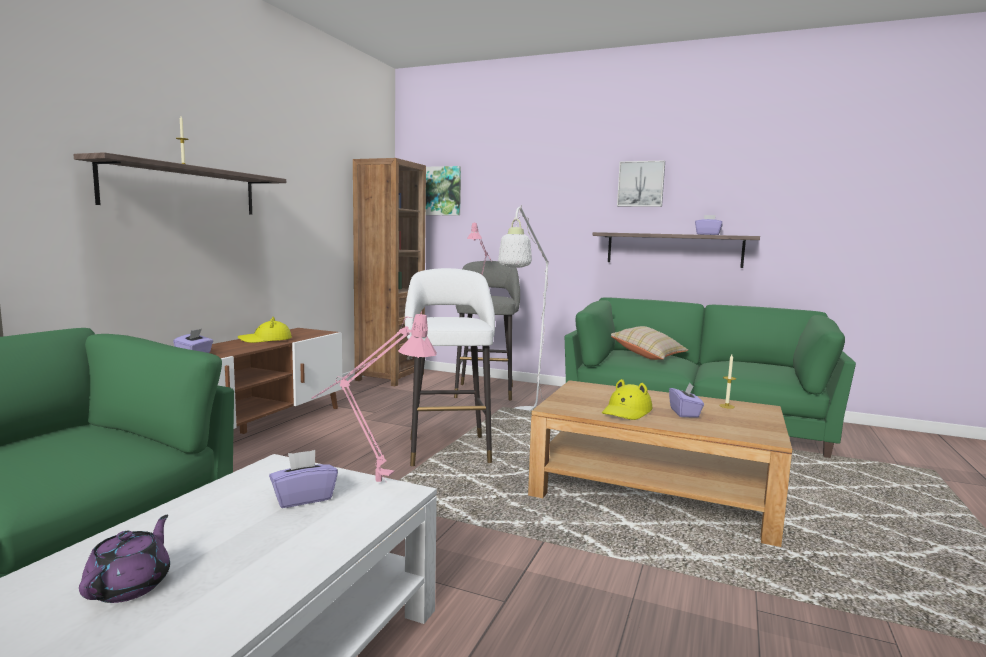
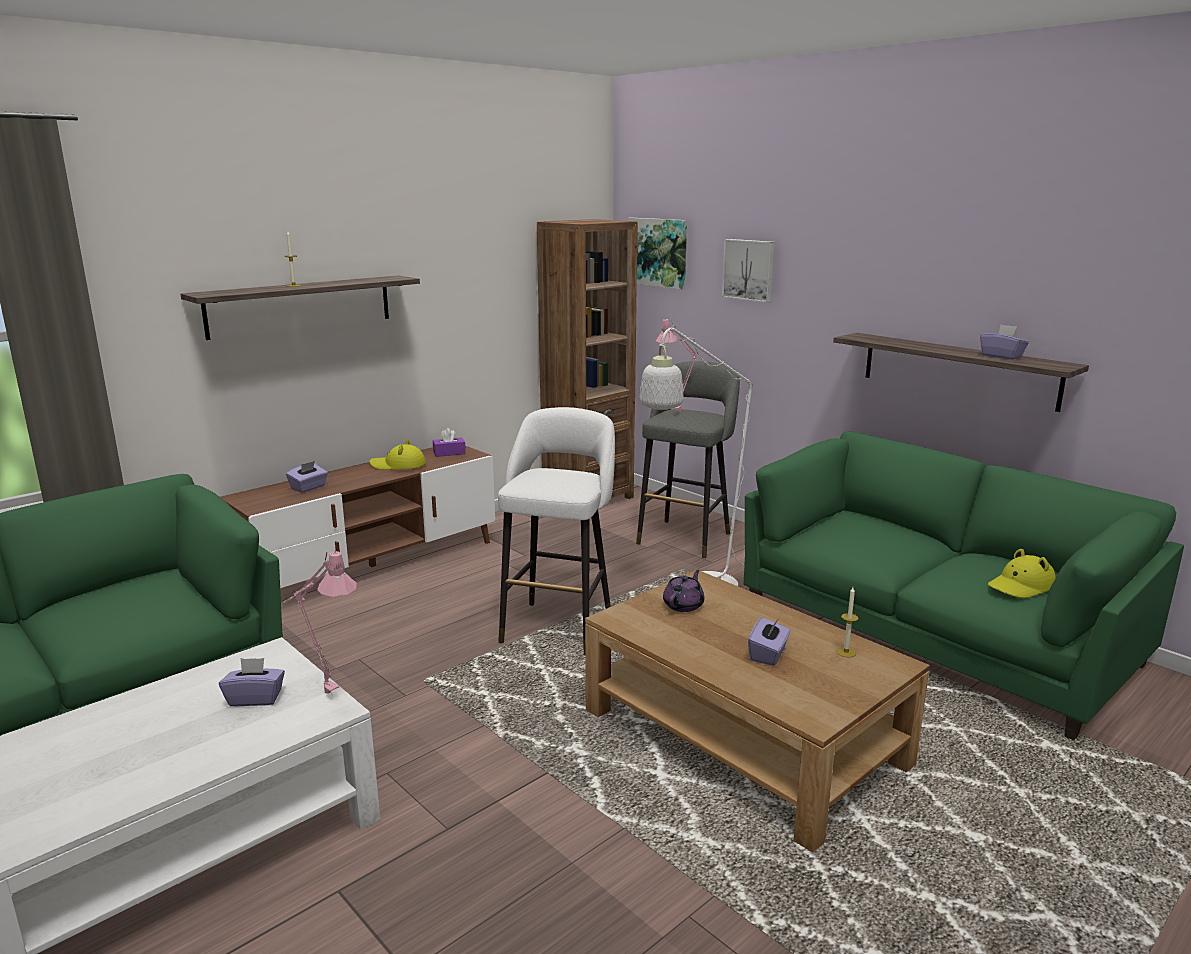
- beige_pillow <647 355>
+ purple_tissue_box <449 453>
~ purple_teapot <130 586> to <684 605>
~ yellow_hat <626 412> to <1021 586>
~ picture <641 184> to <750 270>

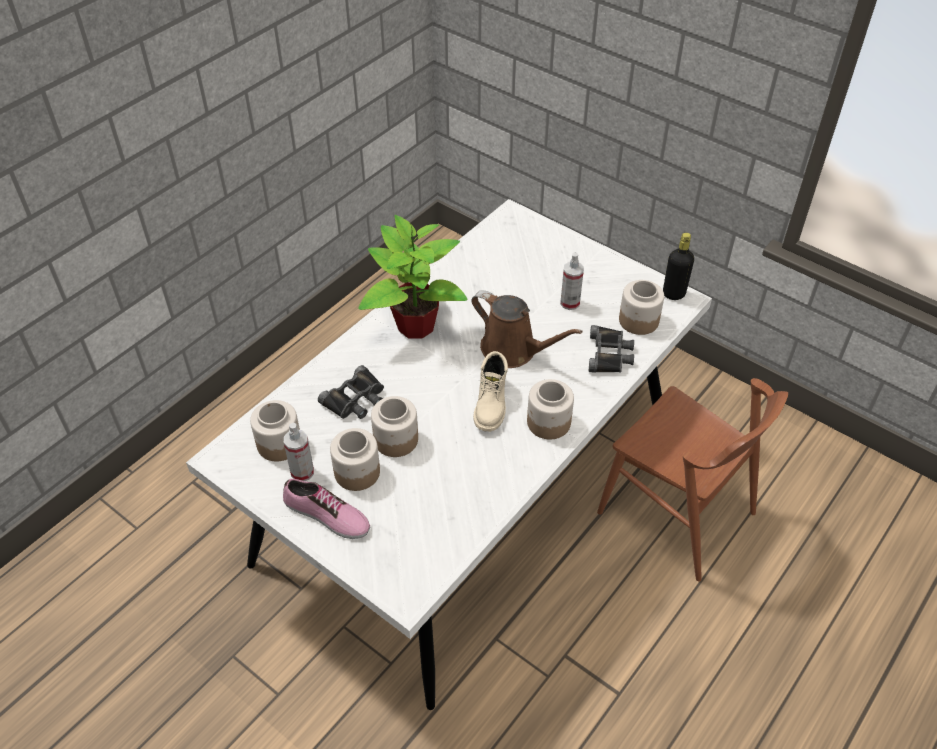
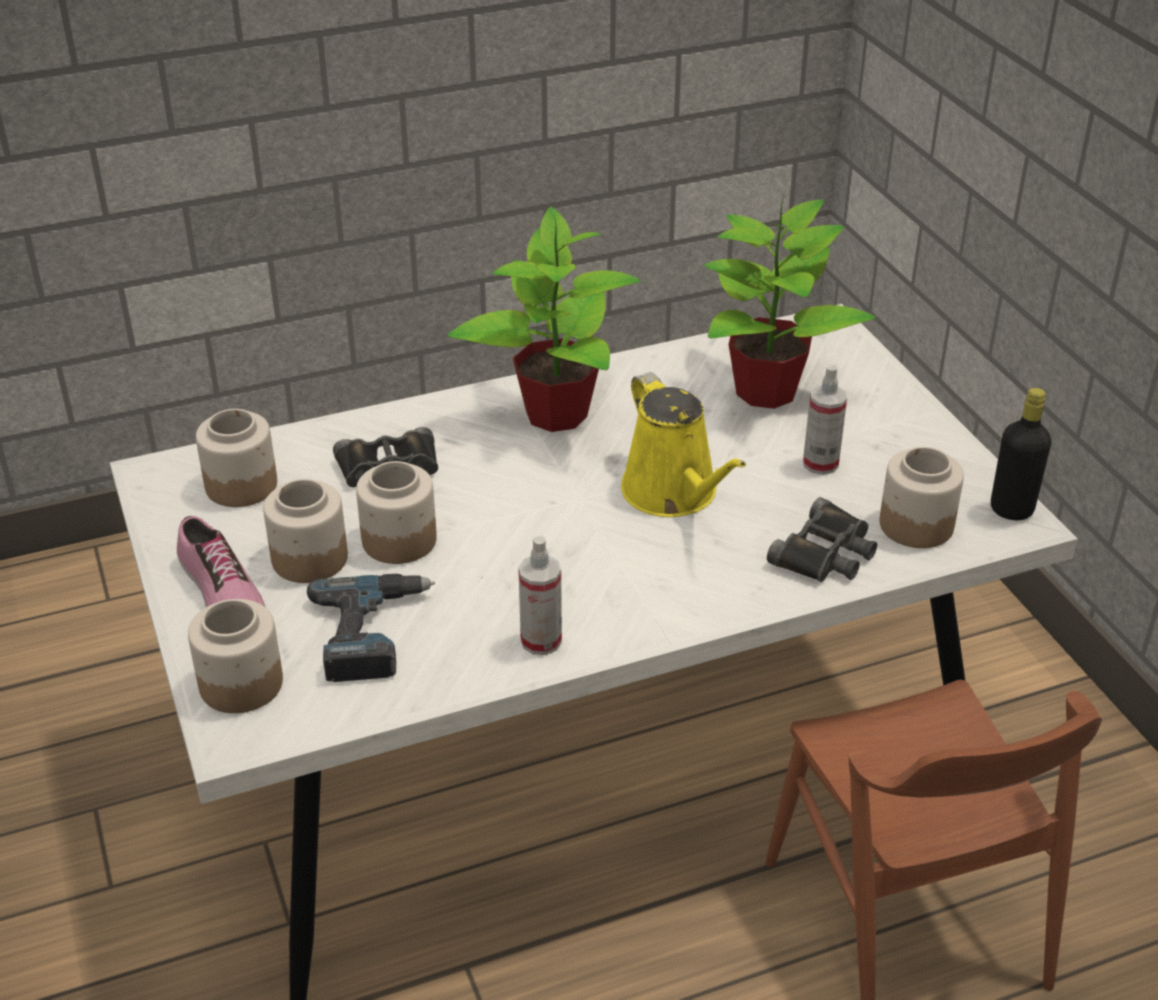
- beige_boot <491 404>
+ power_drill <373 633>
+ potted_plant <767 390>
~ spray_bottle <302 472> to <541 641>
~ jar <548 423> to <240 684>
~ brown_watering_can <513 350> to yellow_watering_can <674 493>

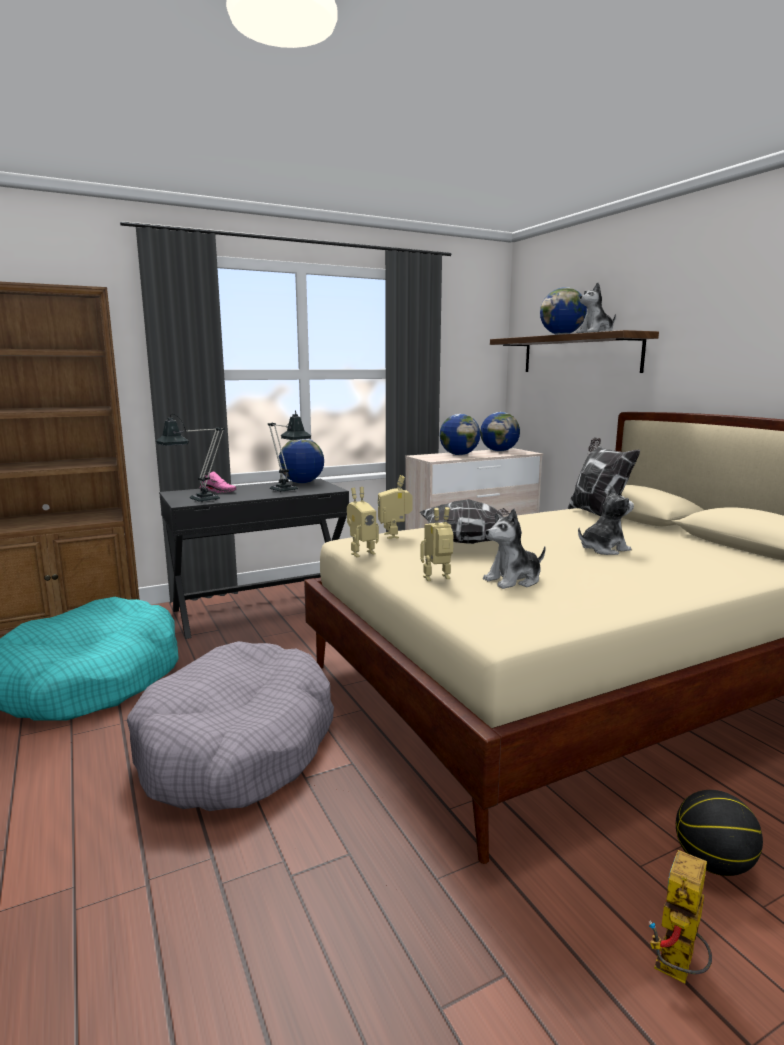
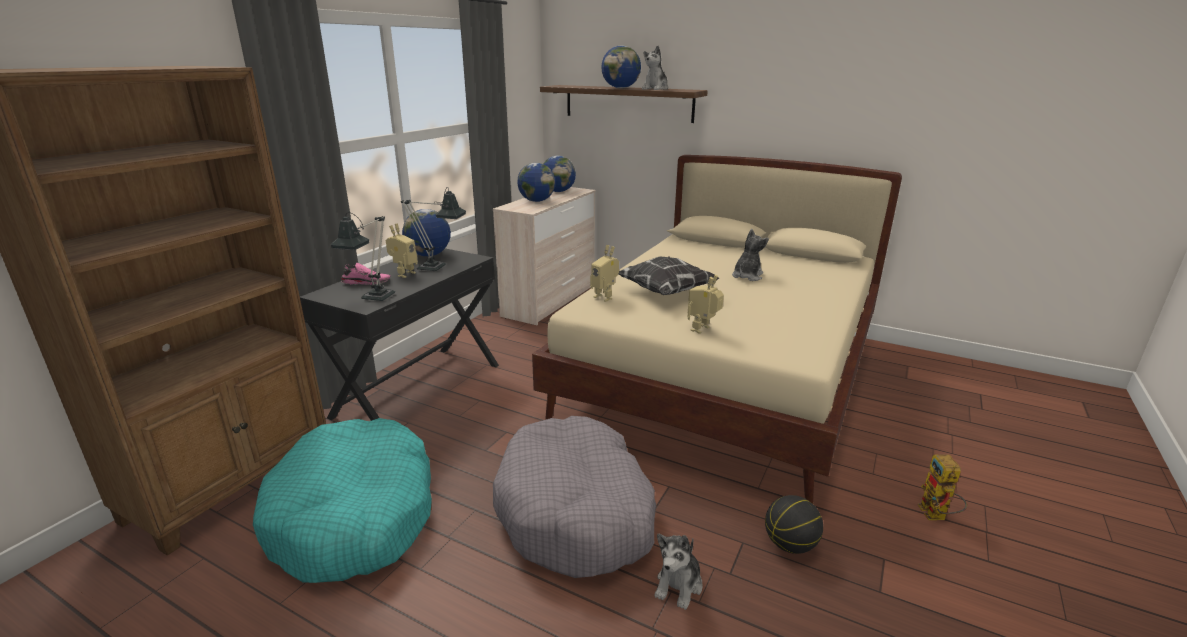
- pillow <597 515>
~ toy_robot <361 553> to <404 274>
~ plush_toy <513 580> to <679 585>
~ basketball <713 864> to <790 545>

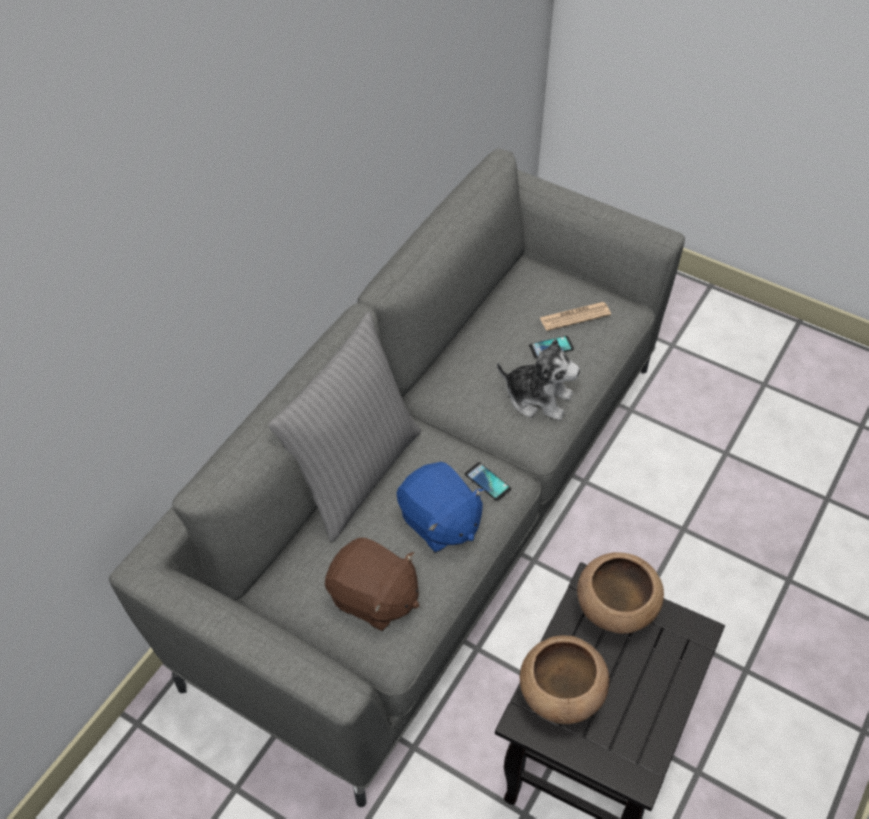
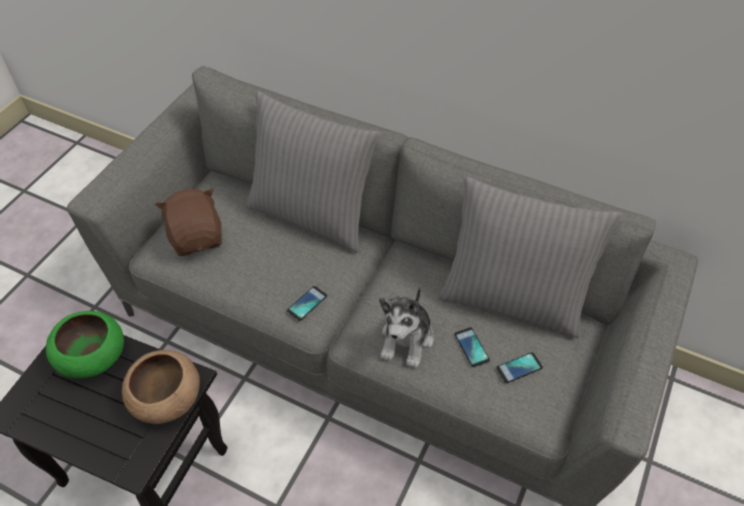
- blue_plush_toy <439 522>
+ grey_pillow <512 299>
~ newspaper <575 317> to phone <519 368>
~ brown_bowl <560 692> to green_bowl <93 356>
~ brown_plush_toy <373 598> = <197 237> 135 degrees clockwise

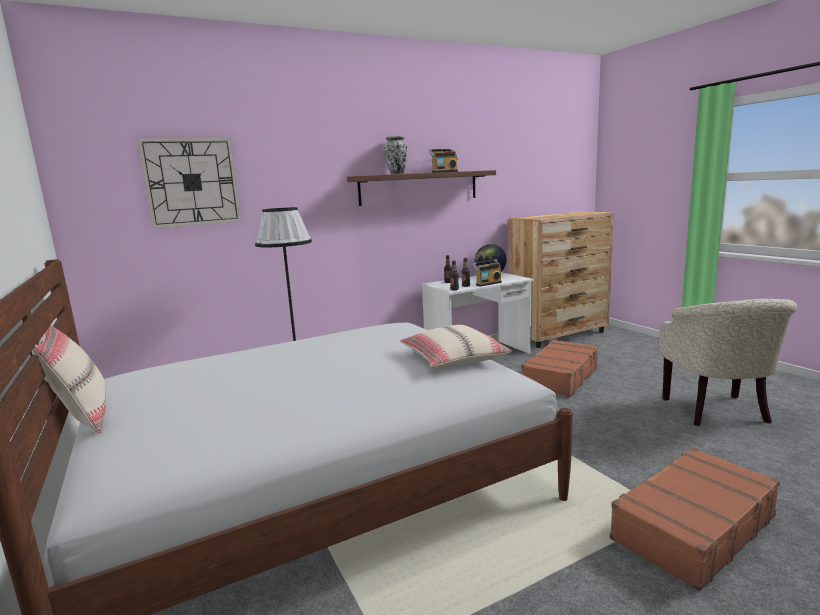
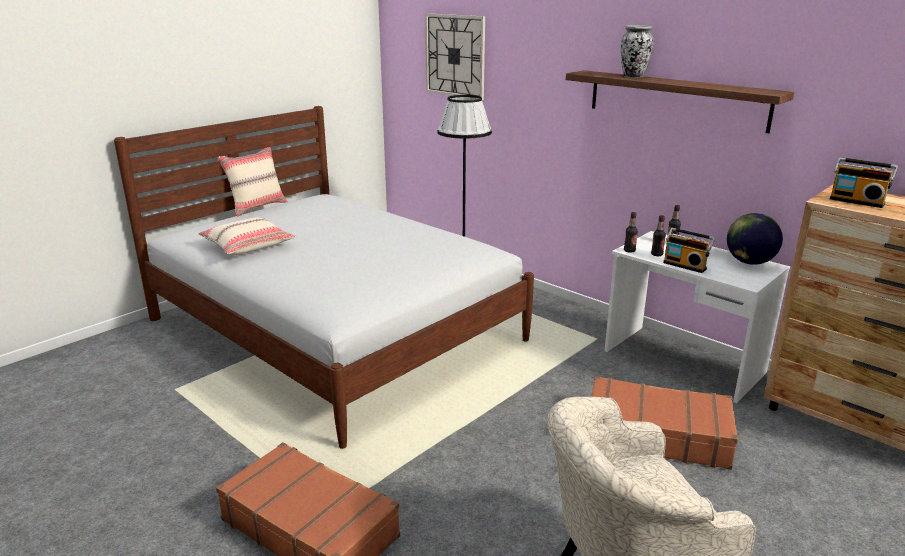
~ beige_pillow <453 358> to <248 245>
~ radio <444 172> to <857 201>

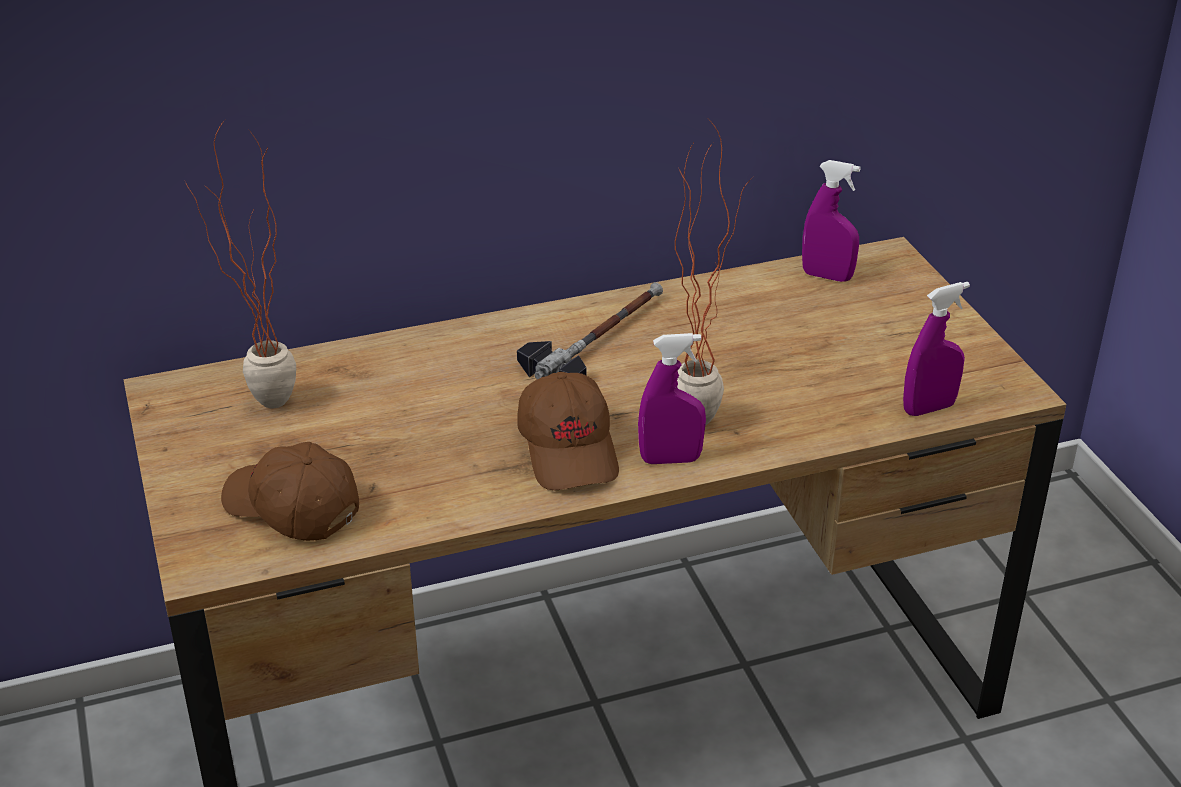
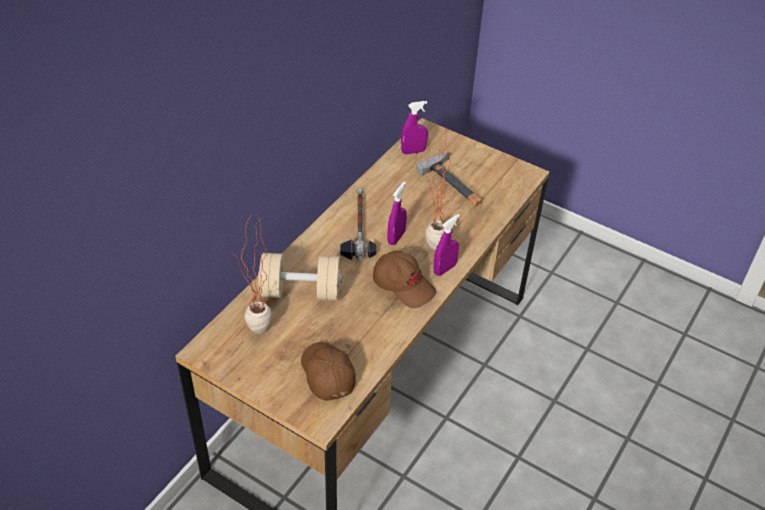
+ beige_dumbbell <301 291>
+ hammer <454 183>
~ purple_spray_bottle <929 408> to <396 238>
~ brown_cap <290 508> = <326 374> 75 degrees clockwise

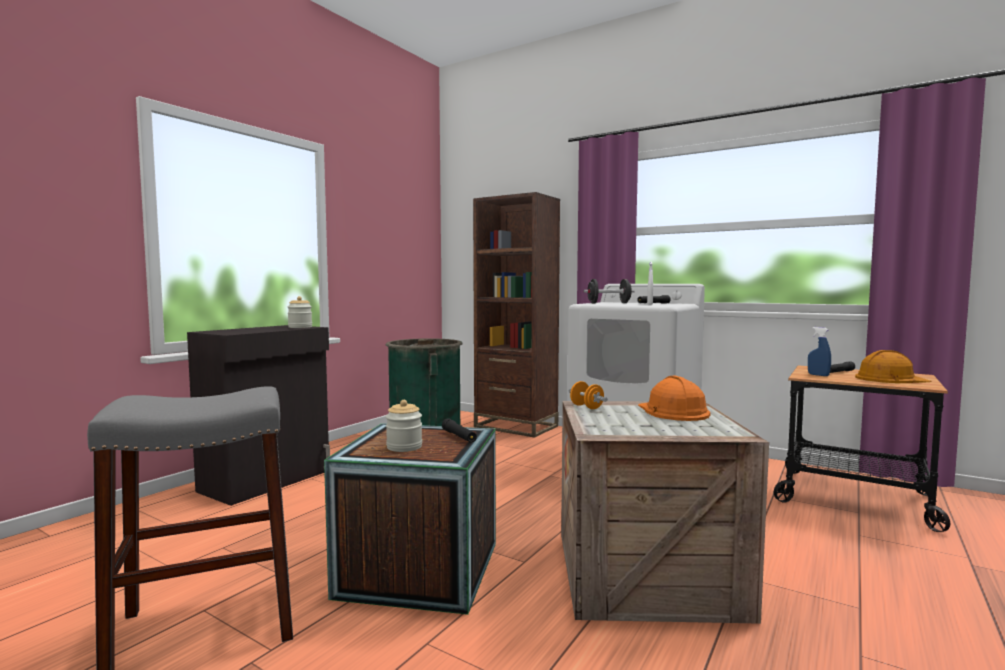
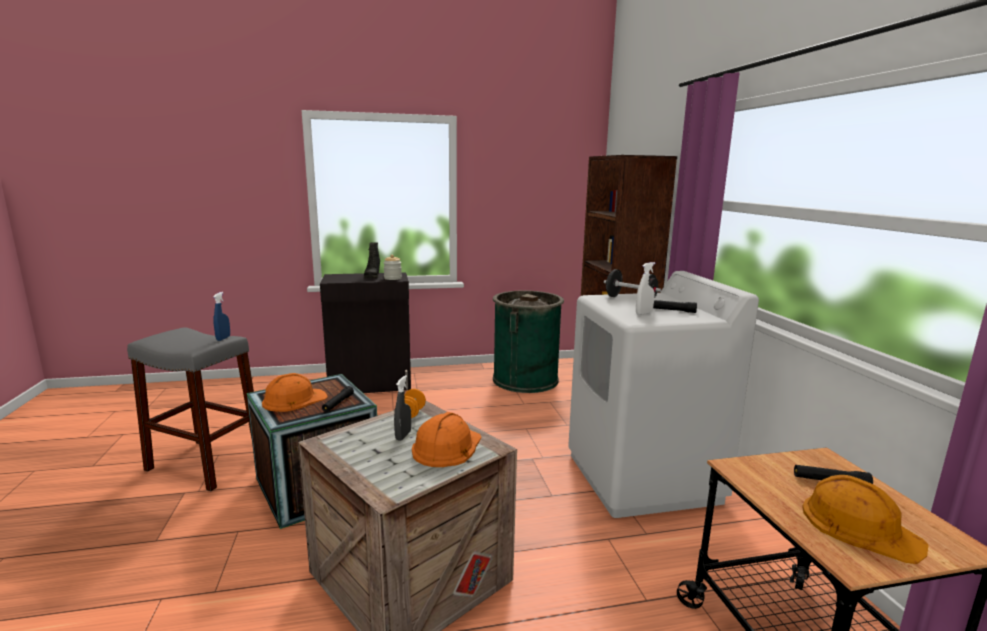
+ black_boot <372 276>
+ grey_spray_bottle <403 435>
~ blue_spray_bottle <818 375> to <223 338>
~ jar <404 447> to orange_hard_hat <294 399>

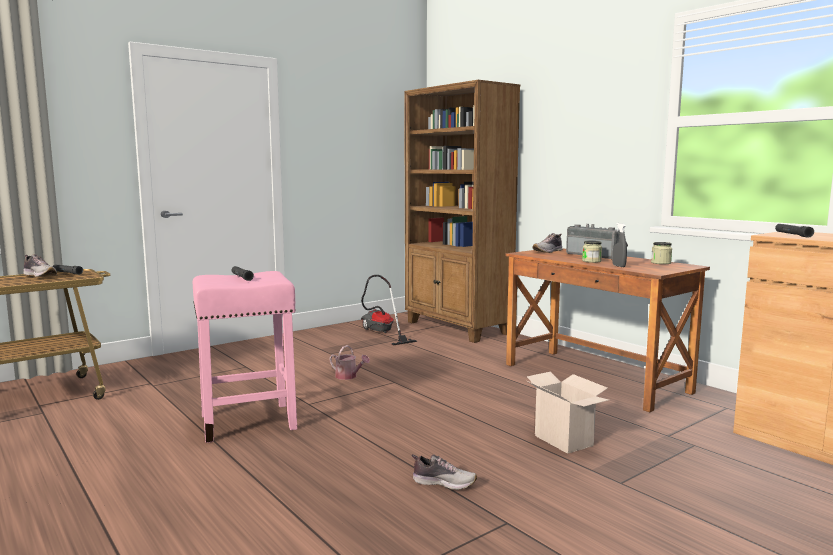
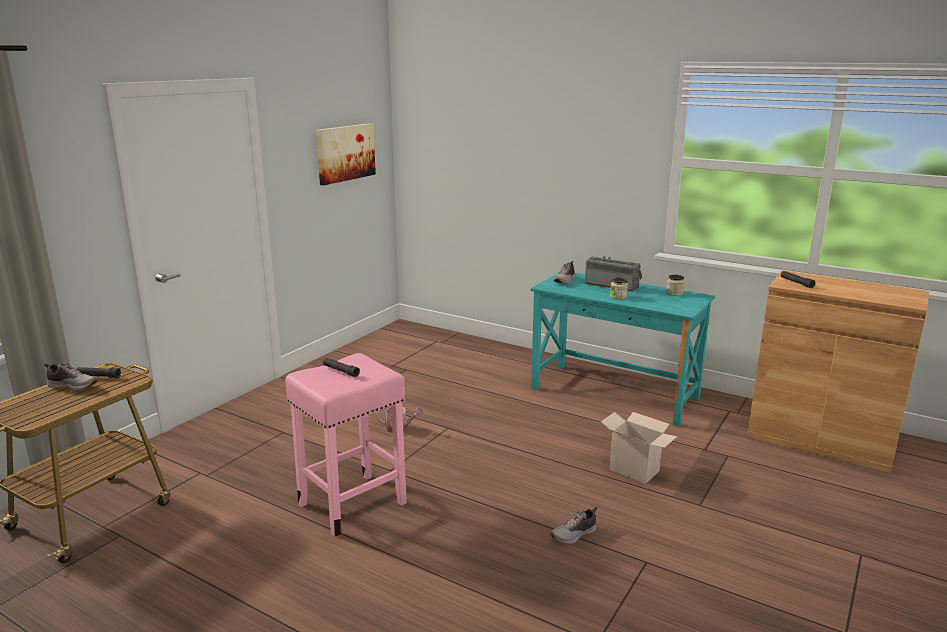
- vacuum_cleaner <381 333>
- brown_bookcase <457 328>
- grey_spray_bottle <618 266>
+ picture <345 153>
~ brown_desk <595 378> to turquoise_desk <614 393>
~ shoe <443 483> = <574 534> 150 degrees clockwise

